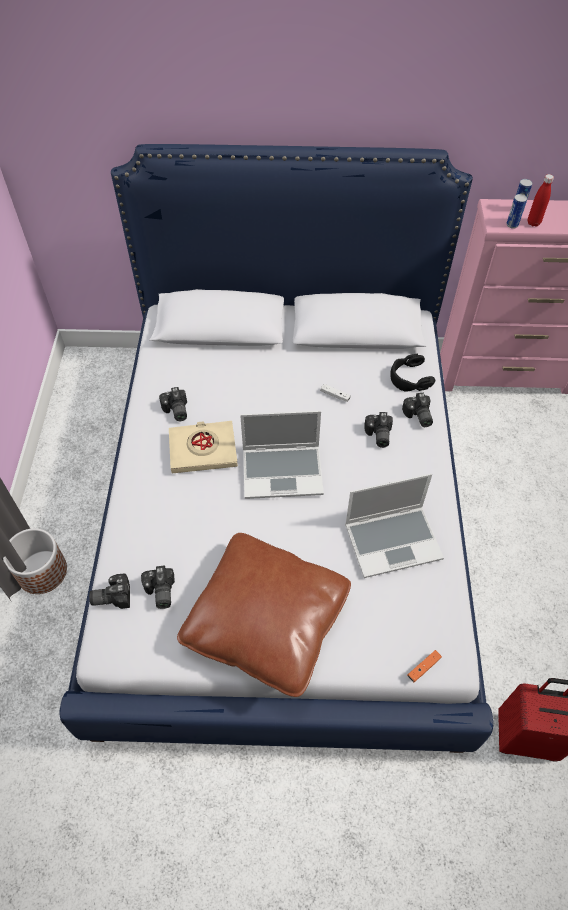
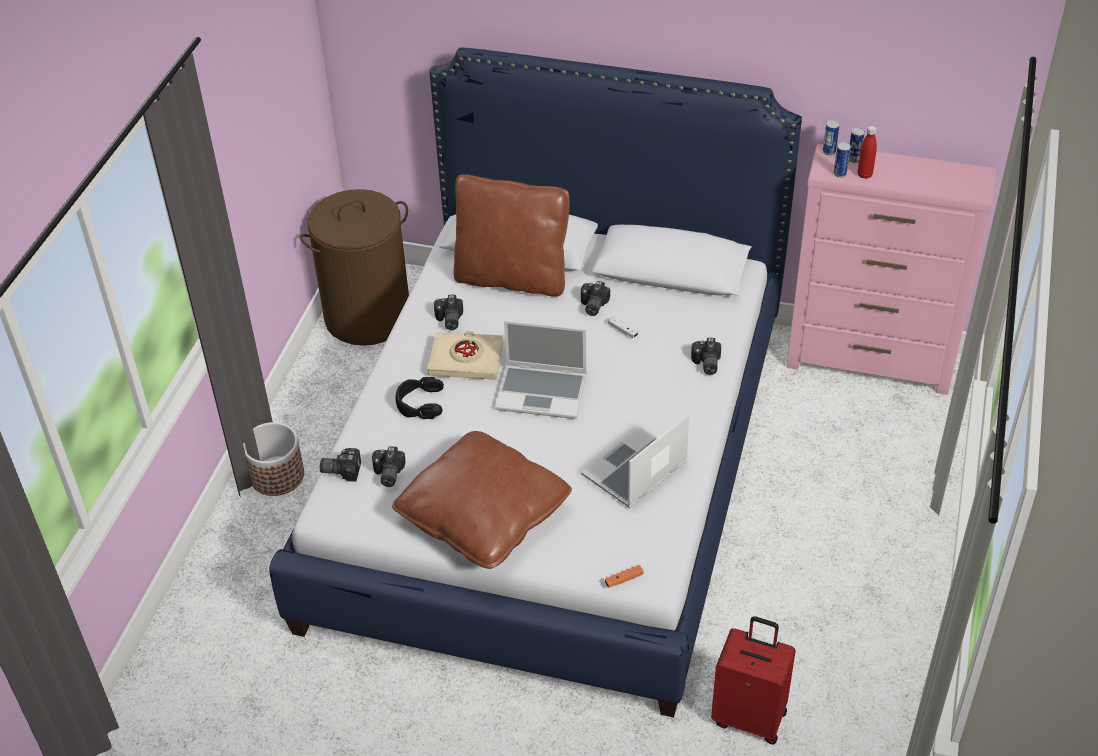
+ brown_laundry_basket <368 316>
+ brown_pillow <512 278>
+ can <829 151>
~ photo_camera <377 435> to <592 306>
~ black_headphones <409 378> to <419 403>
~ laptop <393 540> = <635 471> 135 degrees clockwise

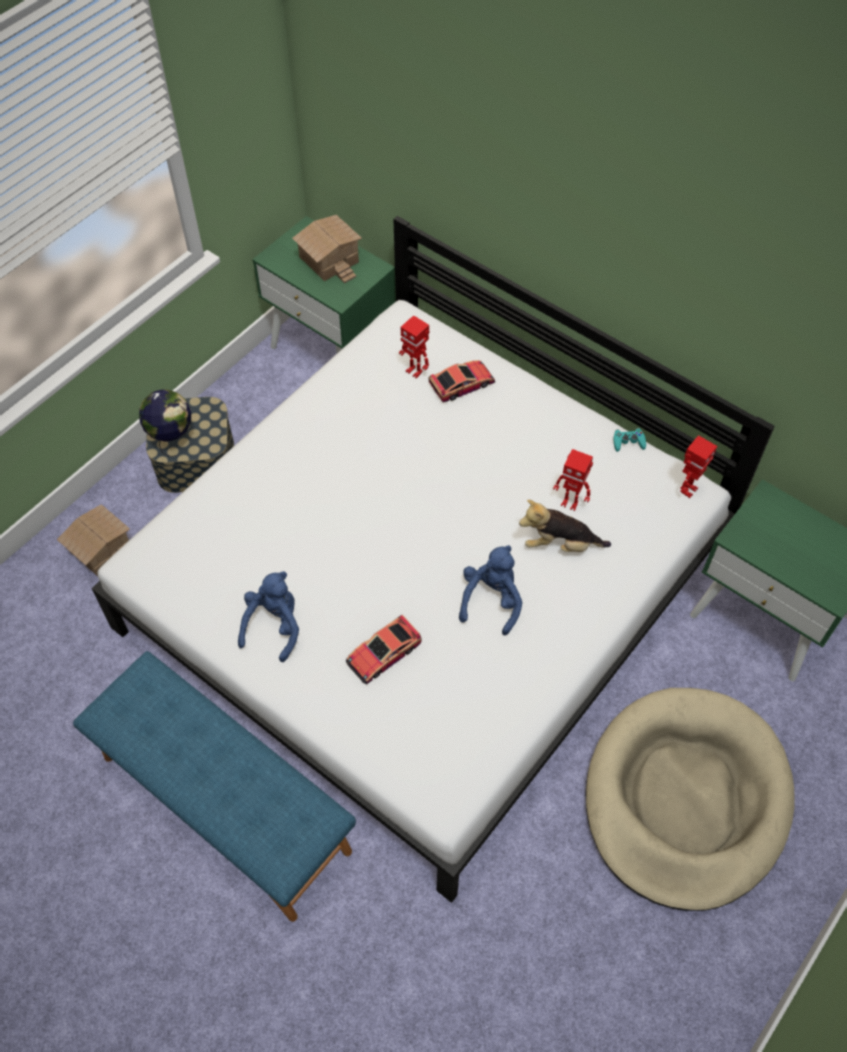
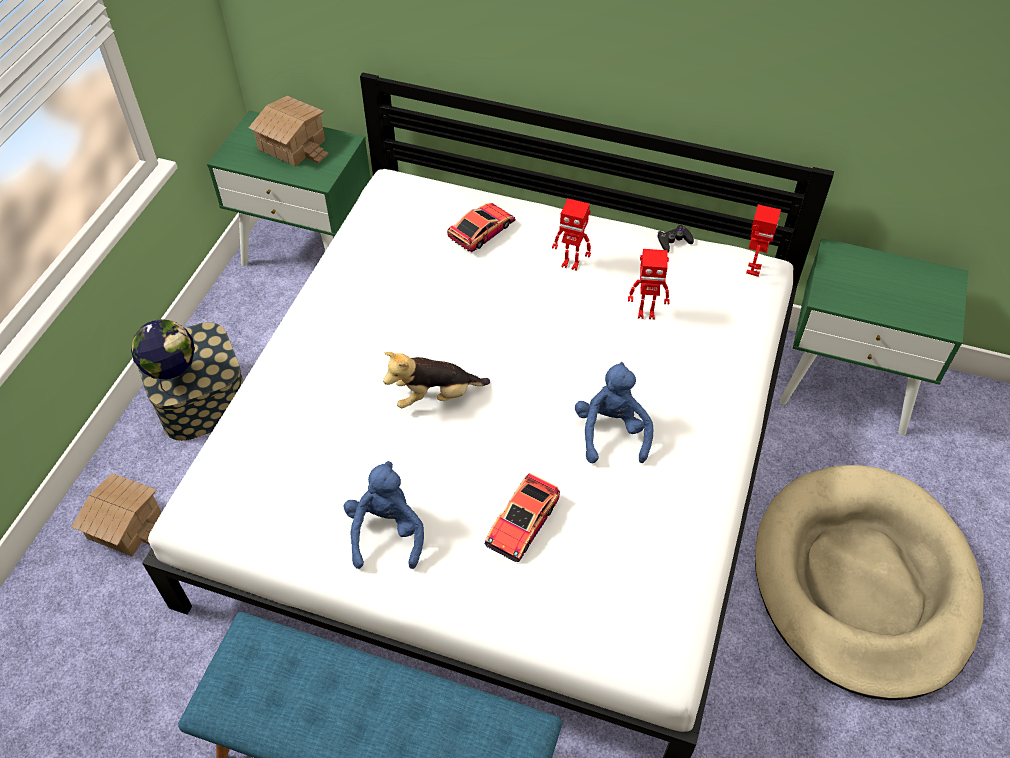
~ toy_robot <415 371> to <571 264>
~ plush_toy <560 544> to <435 396>
~ turquoise_game_controller <628 442> to black_game_controller <673 241>

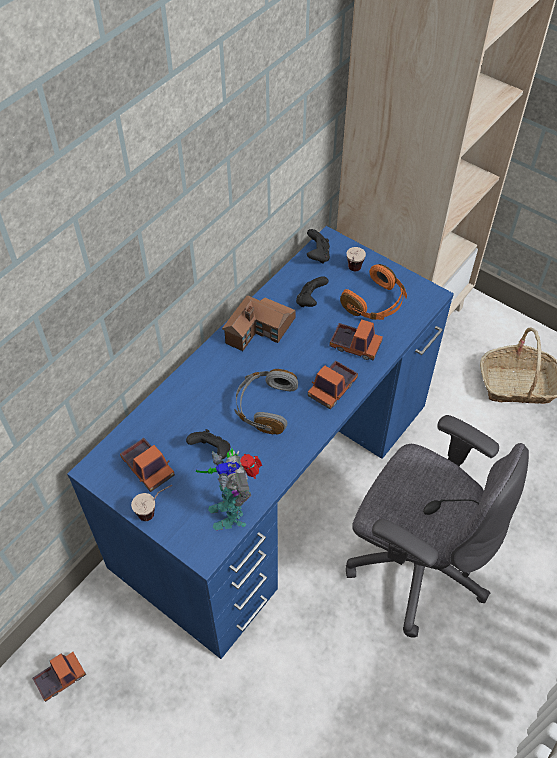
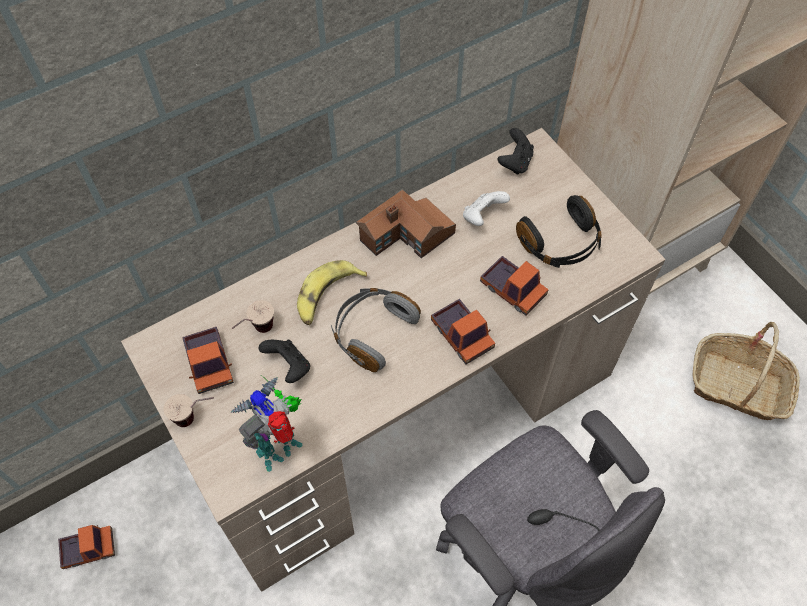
+ banana <327 296>
~ cup <352 272> to <256 333>
~ blue_desk <277 482> to beige_desk <403 409>
~ black_game_controller <310 300> to white_game_controller <482 217>
~ orange_headphones <375 303> to black_headphones <560 243>
~ toy_robot <231 511> = <280 448> 45 degrees clockwise
~ toy_truck <332 389> = <462 335> 90 degrees counterclockwise

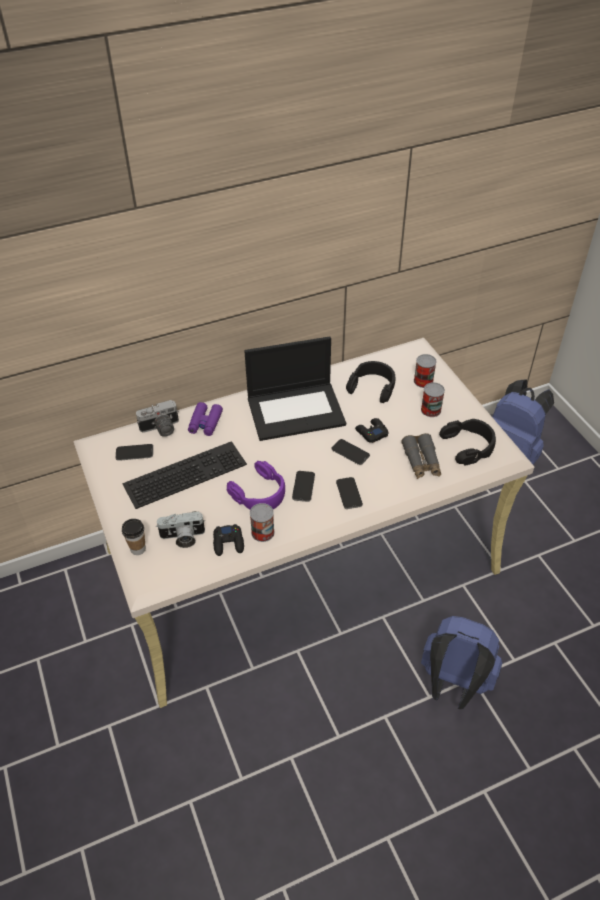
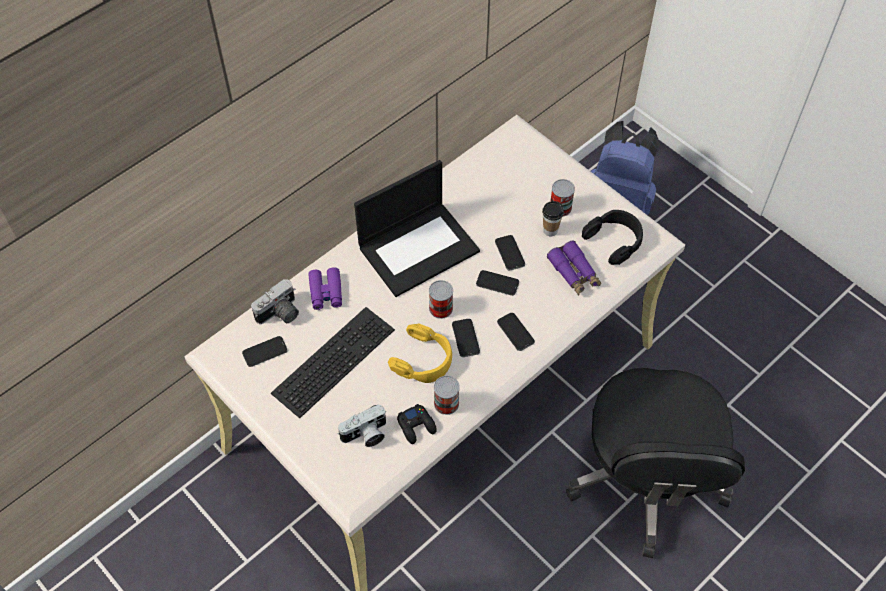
- black_headphones <372 387>
~ cup <138 549> to <550 230>
~ can <423 381> to <441 308>
~ black_game_controller <371 433> to phone <509 253>
~ blue_backpack <453 684> to black_office_chair <646 480>
~ purple_headphones <259 493> to yellow_headphones <423 359>
~ grey_binoculars <421 462> to purple_binoculars <574 273>

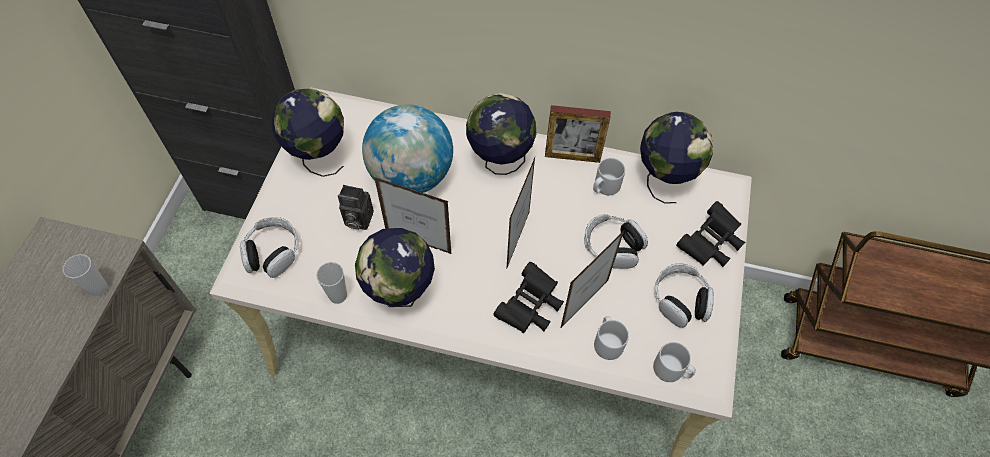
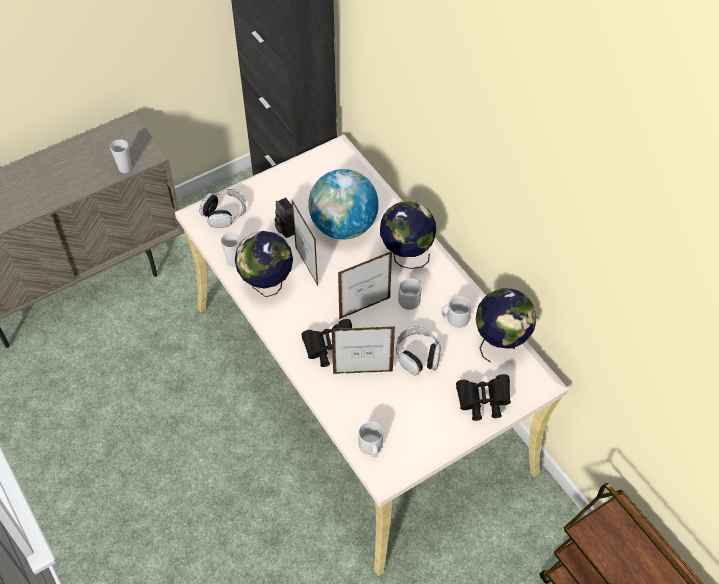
- globe <318 156>
- picture_frame <572 156>
- headphones <680 300>
~ grey_mug <607 342> to <411 299>

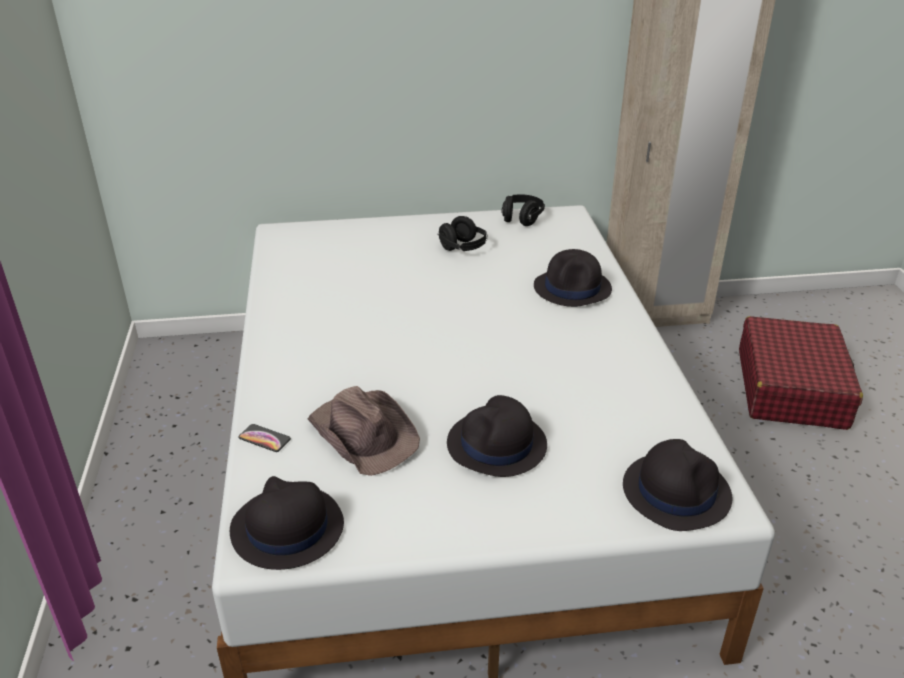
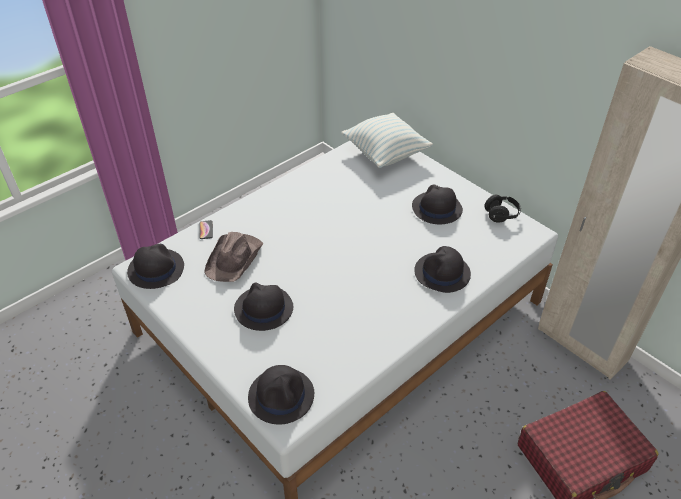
+ pillow <385 154>
~ black_headphones <463 248> to black_hat <436 208>

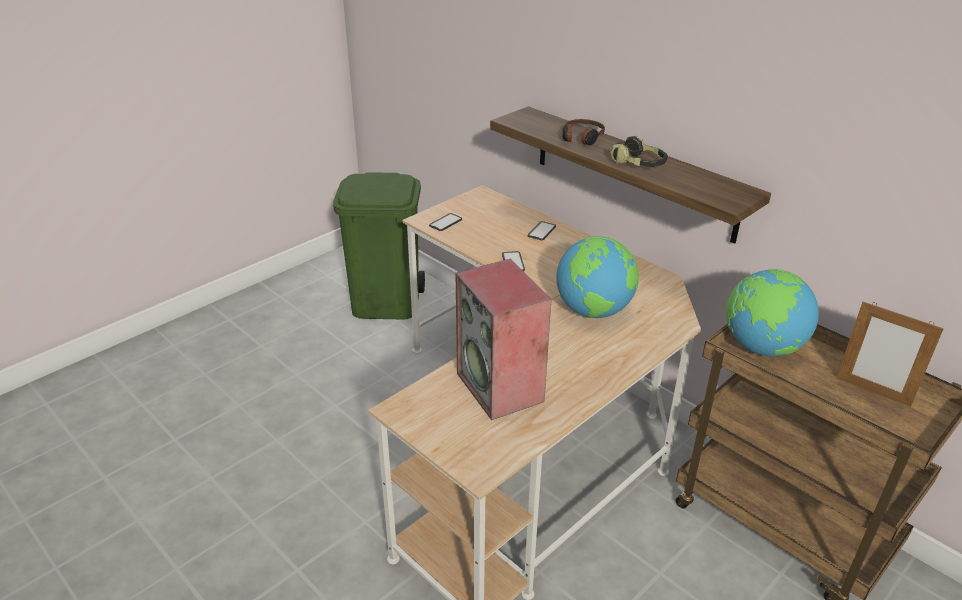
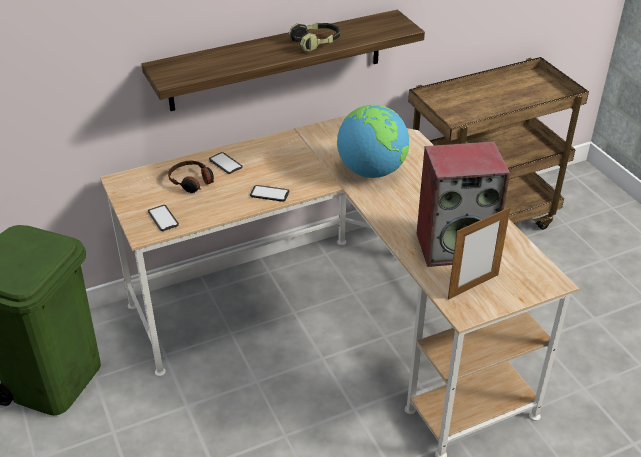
- globe <761 348>
~ headphones <581 138> to <192 182>
~ picture_frame <872 392> to <473 286>

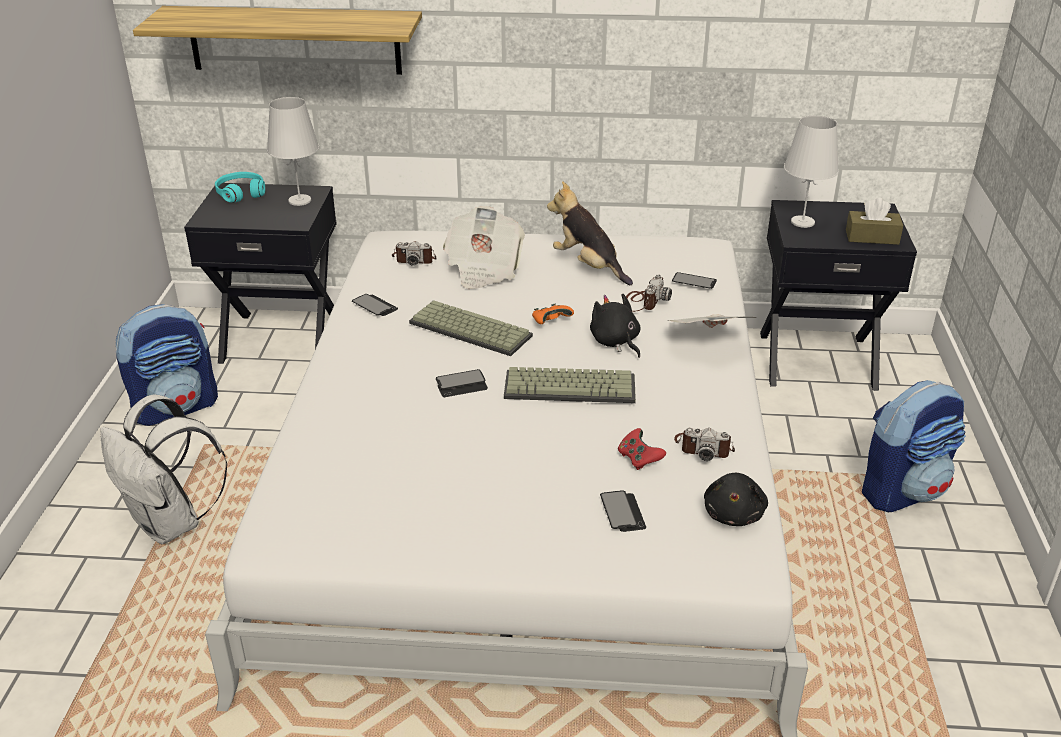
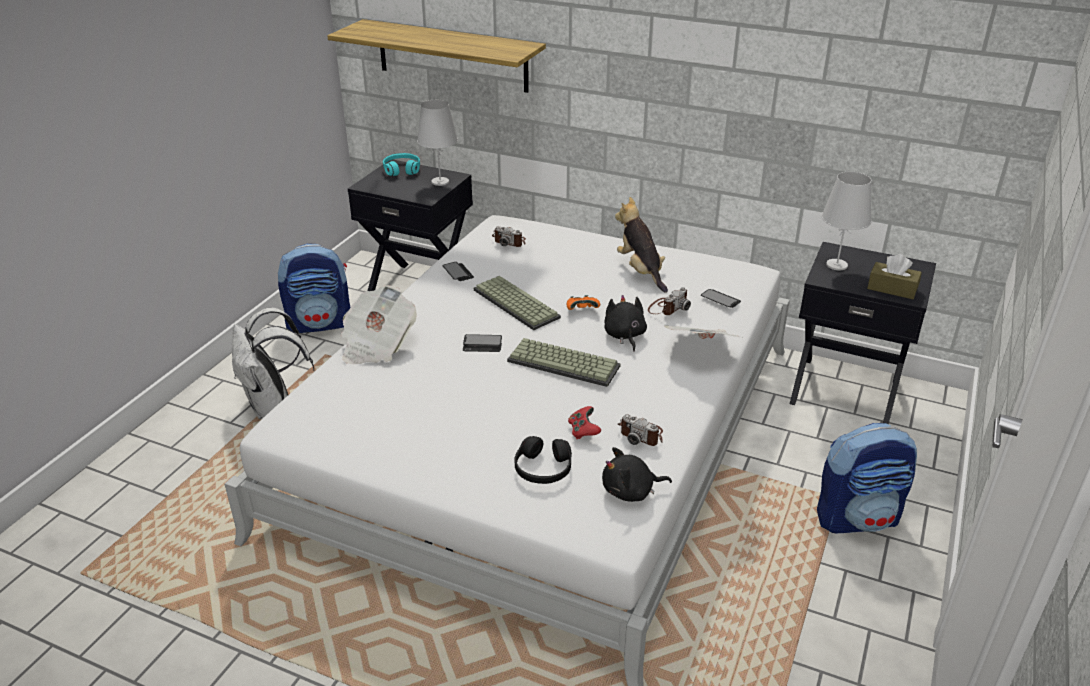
~ newspaper <483 268> to <377 345>
~ phone <622 512> to black_headphones <543 469>
~ black_plush_toy <734 514> = <631 491> 45 degrees clockwise

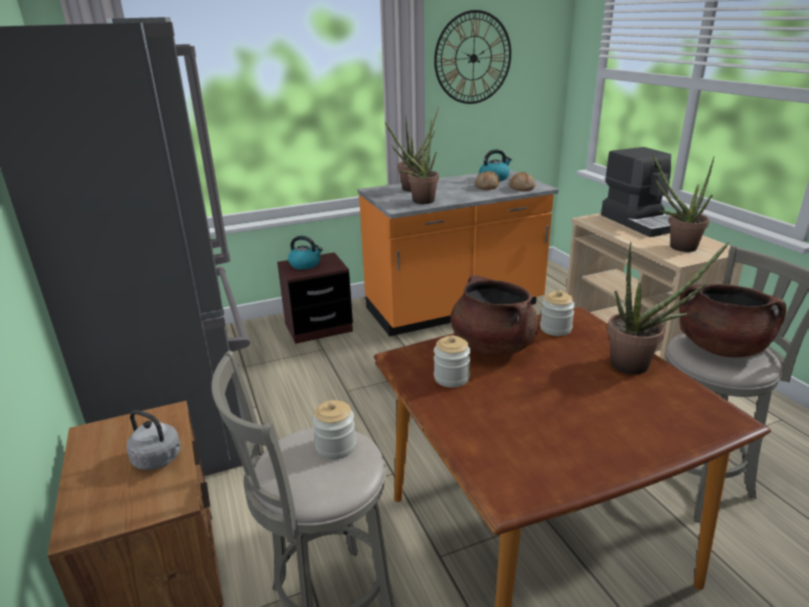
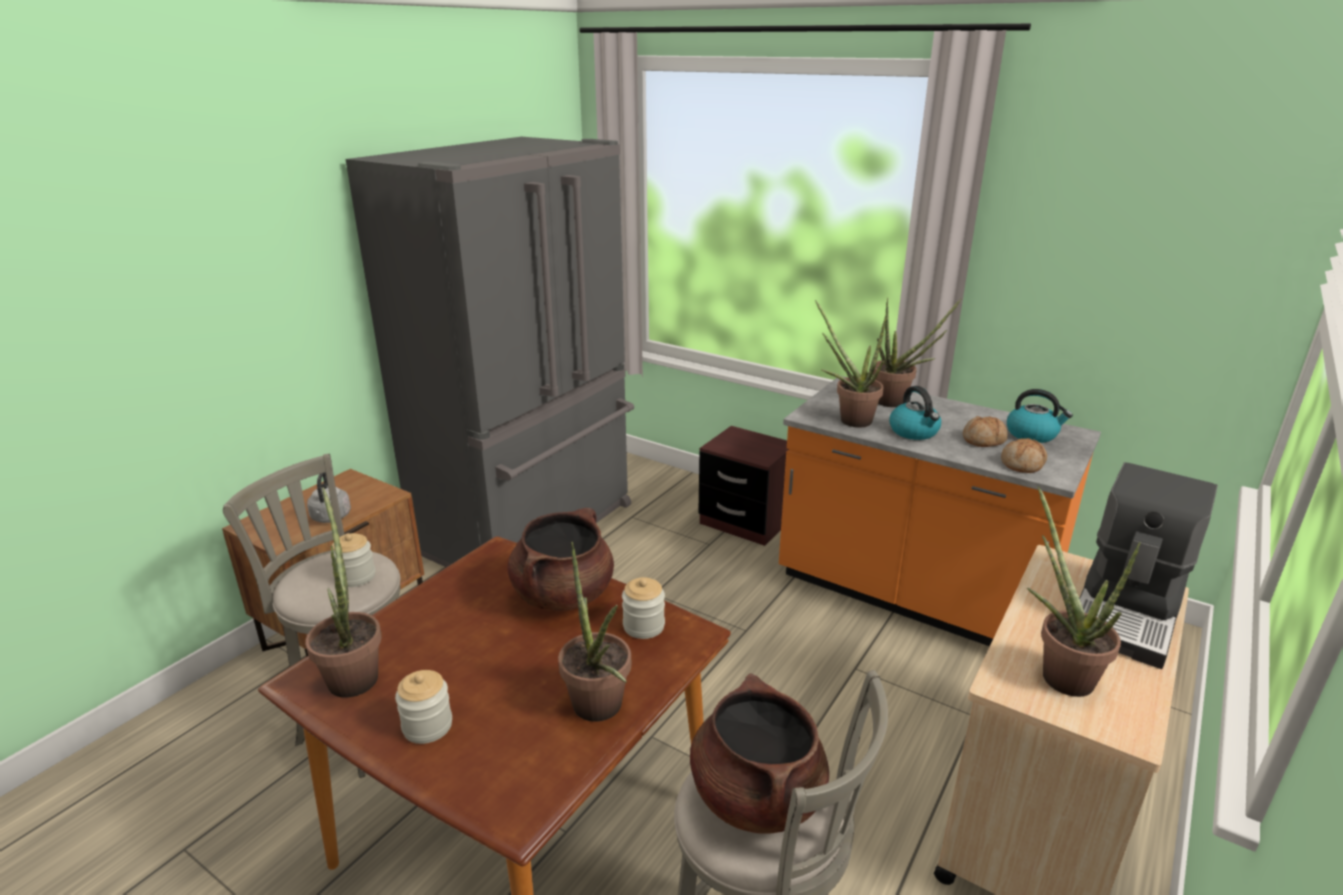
- wall_clock <473 58>
+ potted_plant <353 673>
~ kettle <305 264> to <914 432>
~ jar <451 378> to <427 726>

